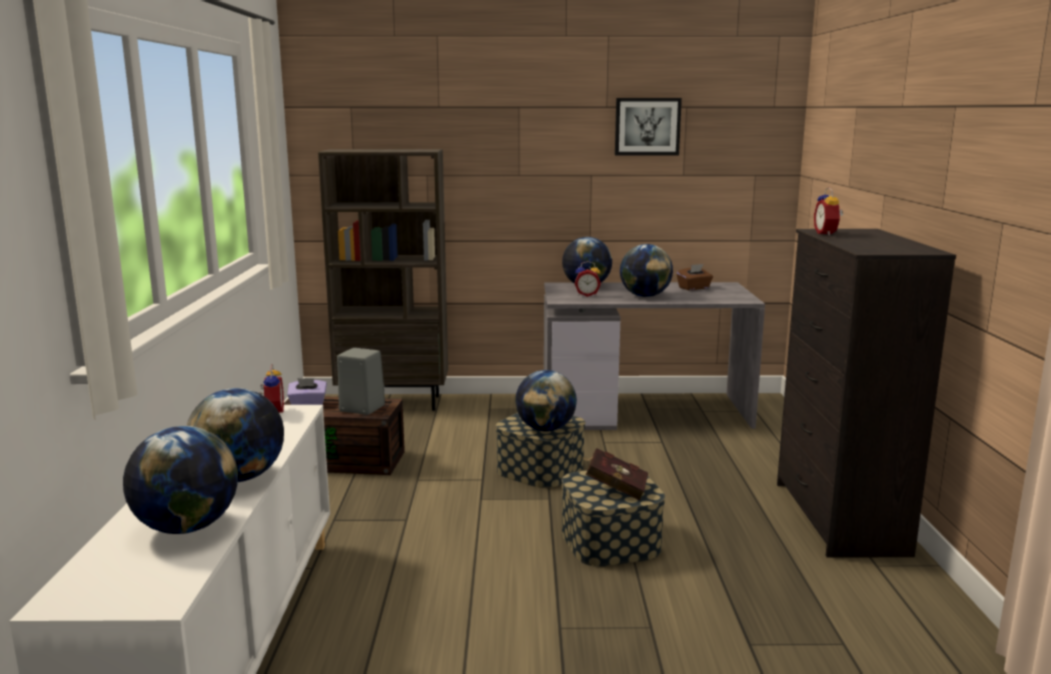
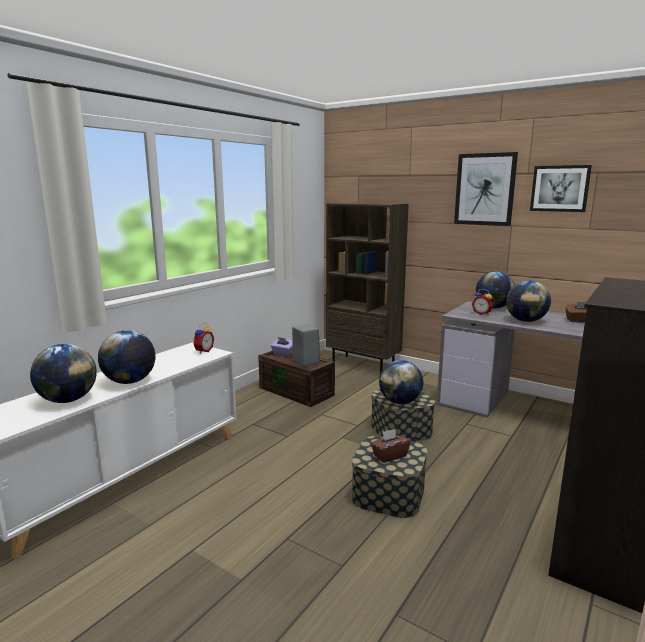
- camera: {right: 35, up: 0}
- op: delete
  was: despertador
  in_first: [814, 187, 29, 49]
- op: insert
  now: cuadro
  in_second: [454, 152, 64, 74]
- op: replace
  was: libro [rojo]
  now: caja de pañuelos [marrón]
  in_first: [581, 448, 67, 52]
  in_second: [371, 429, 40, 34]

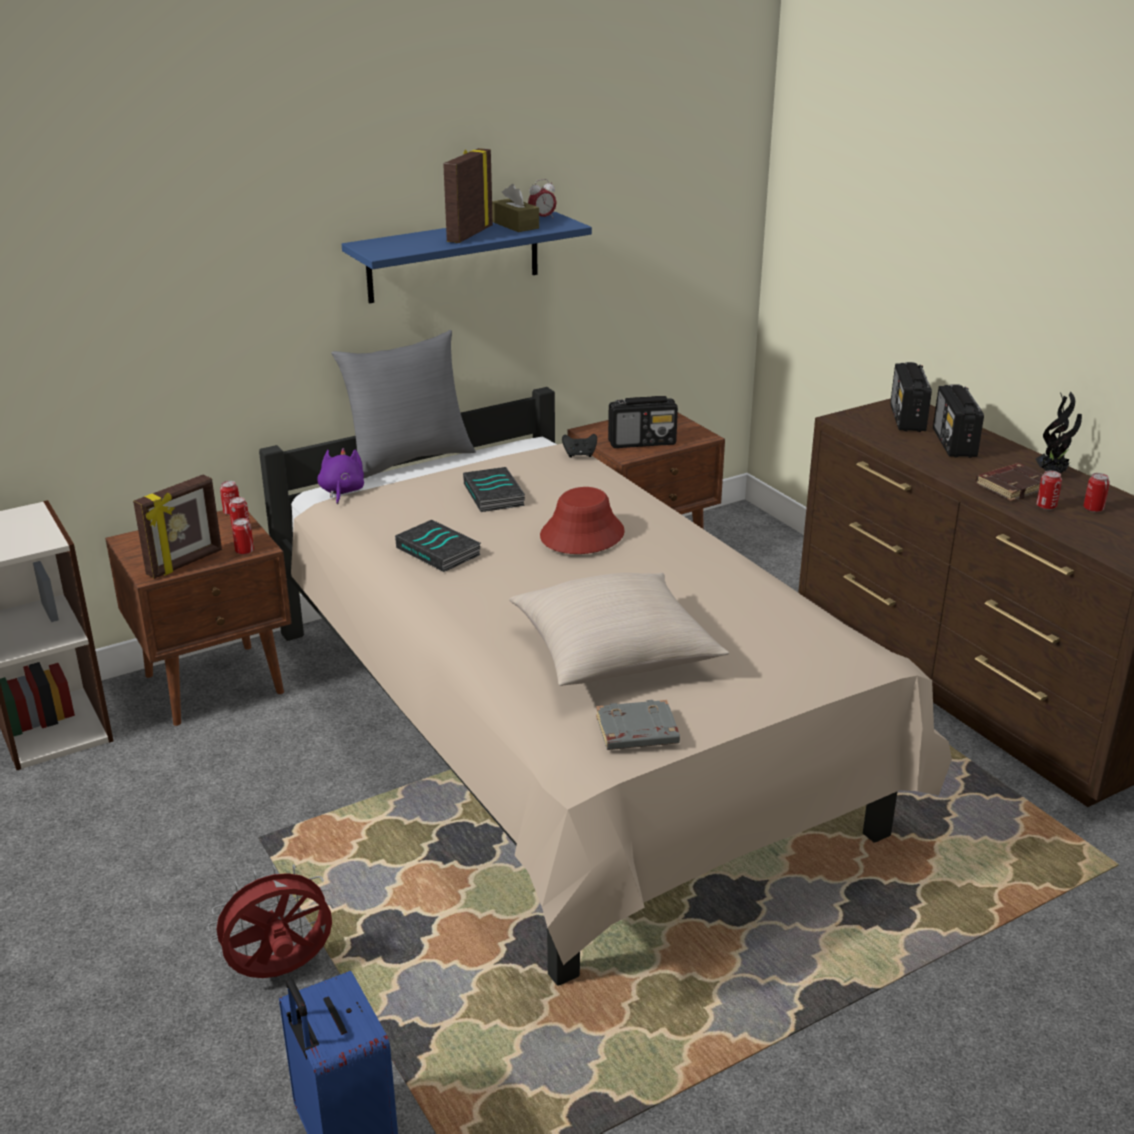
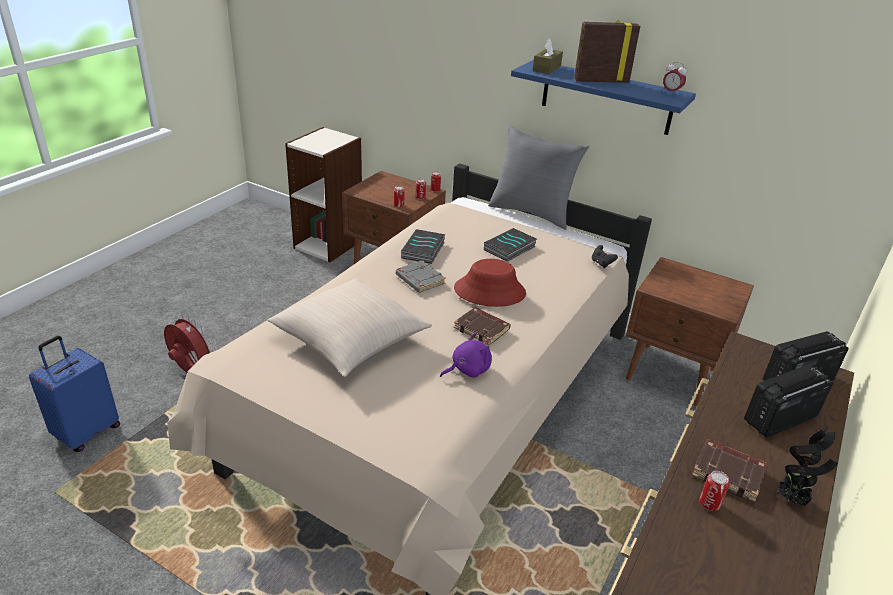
- camera: {right: 60, up: 5}
- op: delete
  was: portarretratos
  in_first: [133, 474, 89, 105]
- op: delete
  was: radio
  in_first: [608, 396, 70, 52]
- op: delete
  was: lata
  in_first: [1083, 473, 27, 39]
- op: insert
  now: libro [marrón]
  in_second: [454, 307, 57, 39]
- op: move
  was: peluche [morado]
  in_first: [317, 448, 47, 56]
  in_second: [440, 332, 52, 46]
- op: move
  was: caja de pañuelos [marrón]
  in_first: [492, 184, 47, 48]
  in_second: [532, 38, 31, 36]
- op: move
  was: libro [gris]
  in_first: [596, 700, 84, 50]
  in_second: [396, 260, 50, 33]

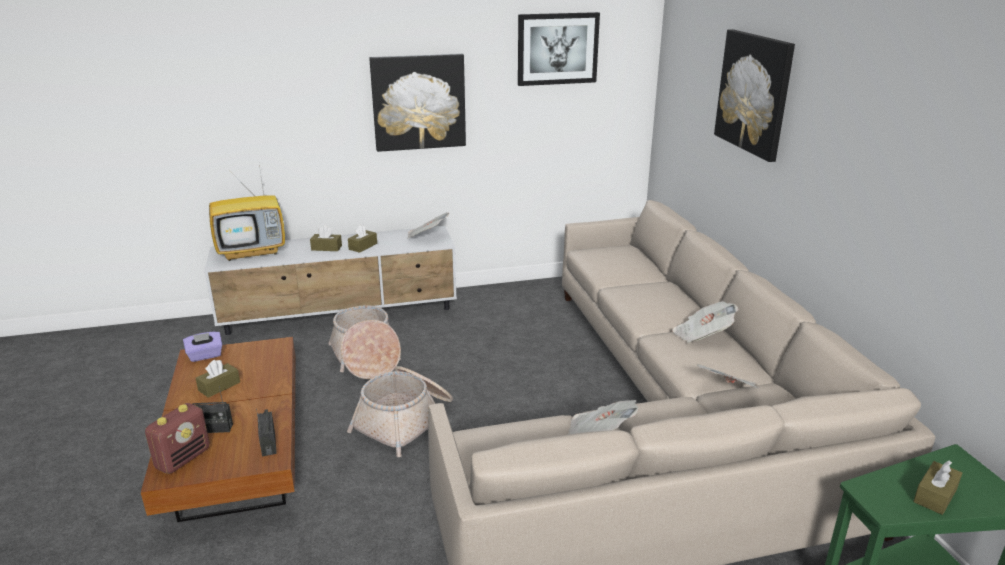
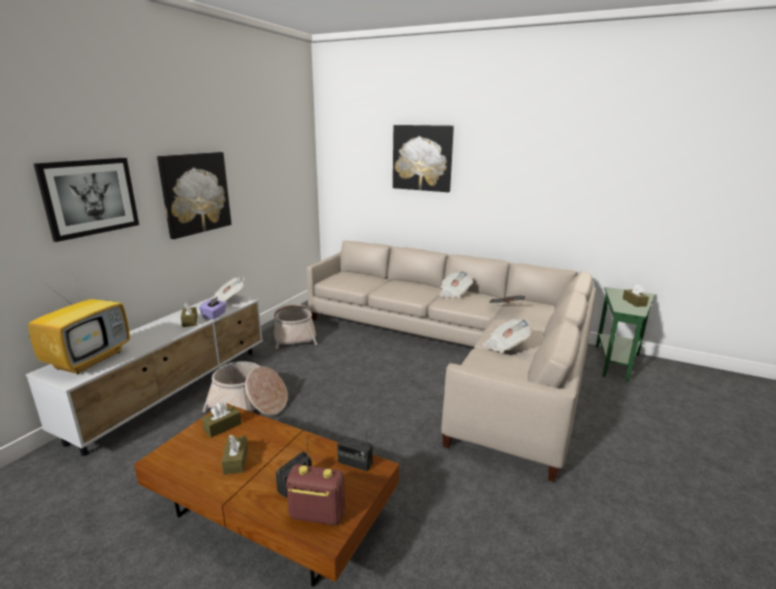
- camera: {right: -50, up: -5}
- op: move
  was: caja de pañuelos [morado]
  in_first: [183, 332, 39, 30]
  in_second: [199, 297, 28, 22]
- op: move
  was: caja de pañuelos [marrón]
  in_first: [310, 226, 32, 25]
  in_second: [201, 402, 40, 36]
- op: move
  was: cesta
  in_first: [347, 366, 106, 91]
  in_second: [274, 305, 43, 44]
- op: move
  was: cuadro
  in_first: [518, 12, 82, 74]
  in_second: [34, 158, 105, 84]
- op: rotate
  was: radio
  in_first: [145, 403, 65, 71]
  in_second: [286, 464, 59, 62]
  clockwise: -60

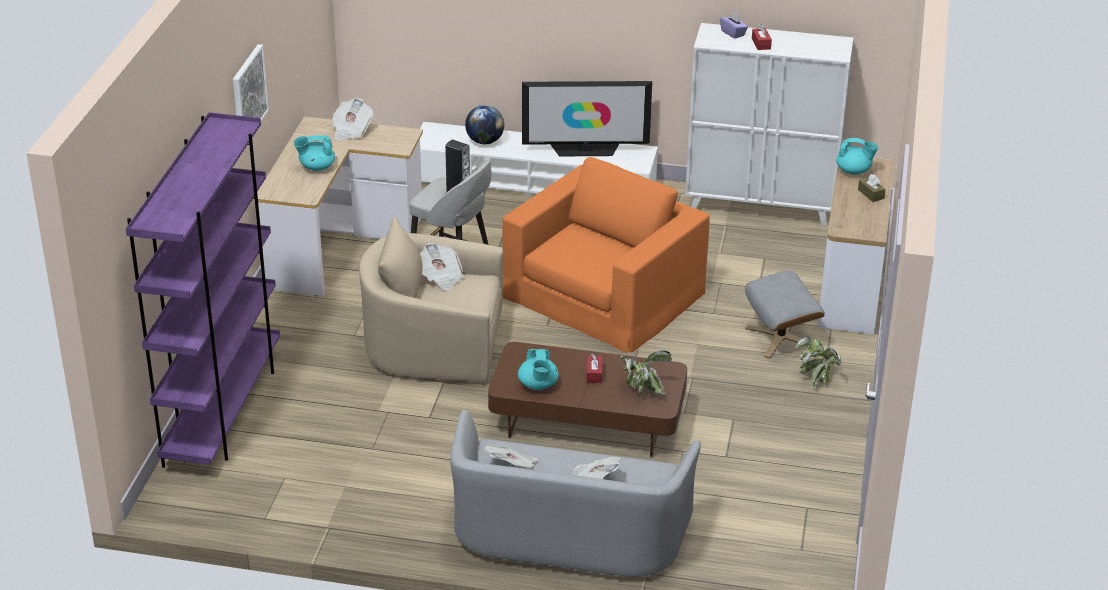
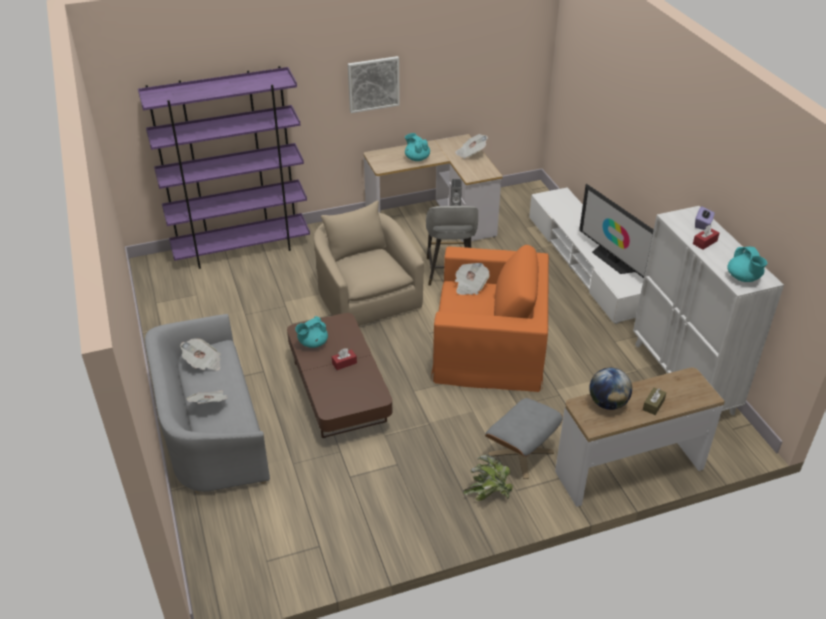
- camera: {right: 60, up: 5}
- op: delete
  was: planta en maceta
  in_first: [621, 350, 51, 47]
- op: move
  was: periódico
  in_first: [420, 243, 44, 47]
  in_second: [455, 263, 35, 32]
- op: move
  was: globo terráqueo
  in_first: [465, 105, 39, 39]
  in_second: [589, 368, 43, 42]
- op: move
  was: tetera [turquesa]
  in_first: [836, 138, 43, 37]
  in_second: [727, 247, 40, 35]

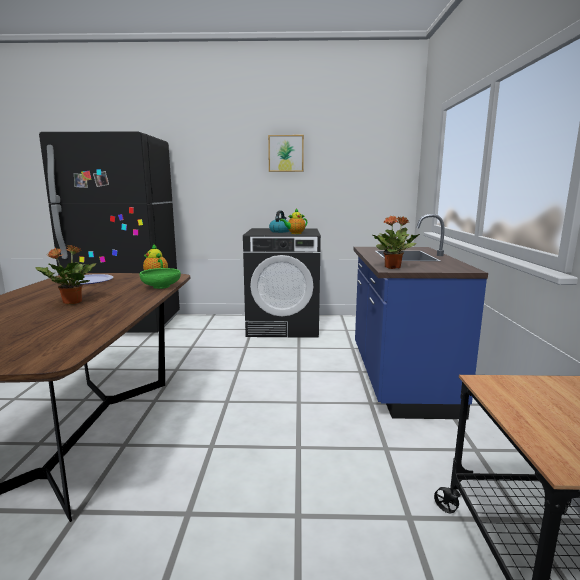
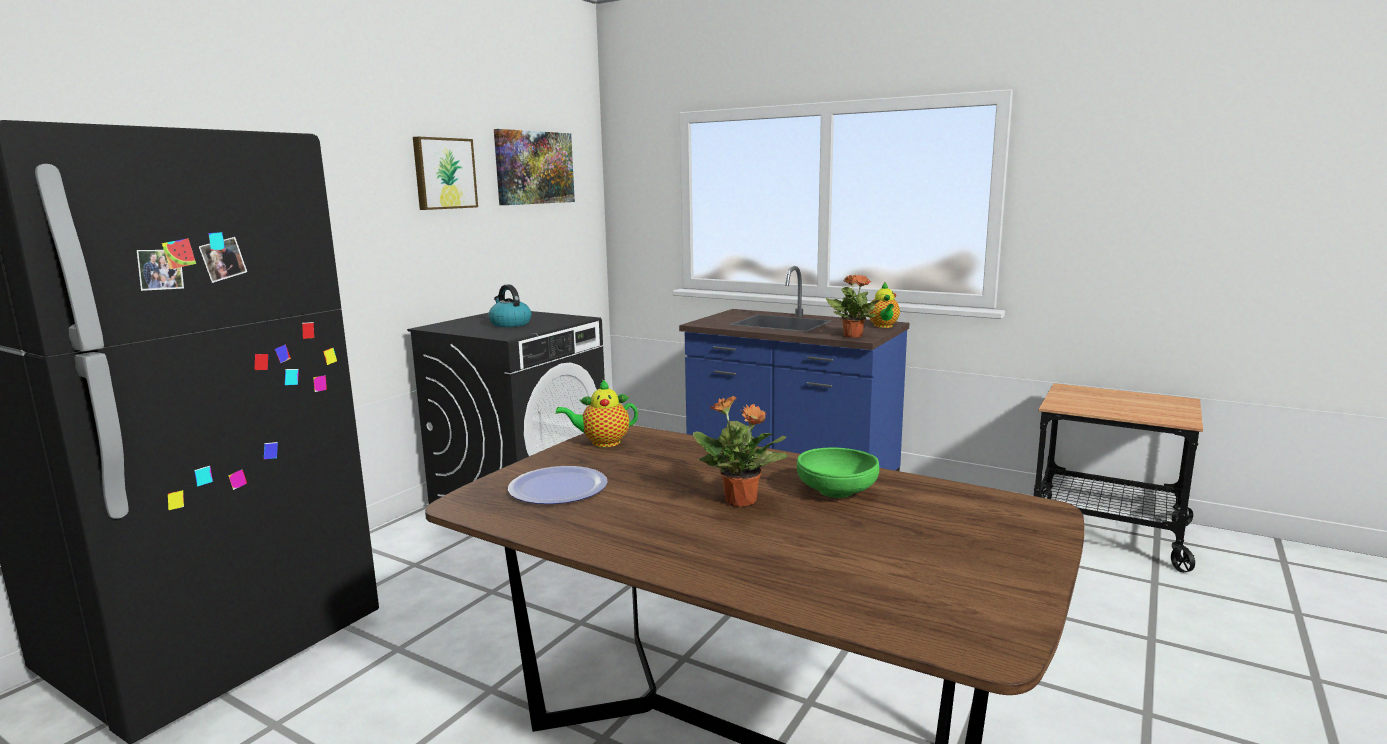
- camera: {right: -60, up: 0}
- op: insert
  now: cuadro
  in_second: [494, 129, 81, 76]
- op: move
  was: cuenco [verde]
  in_first: [140, 268, 41, 21]
  in_second: [797, 447, 82, 51]
- op: move
  was: tetera
  in_first: [280, 208, 27, 26]
  in_second: [868, 282, 32, 46]

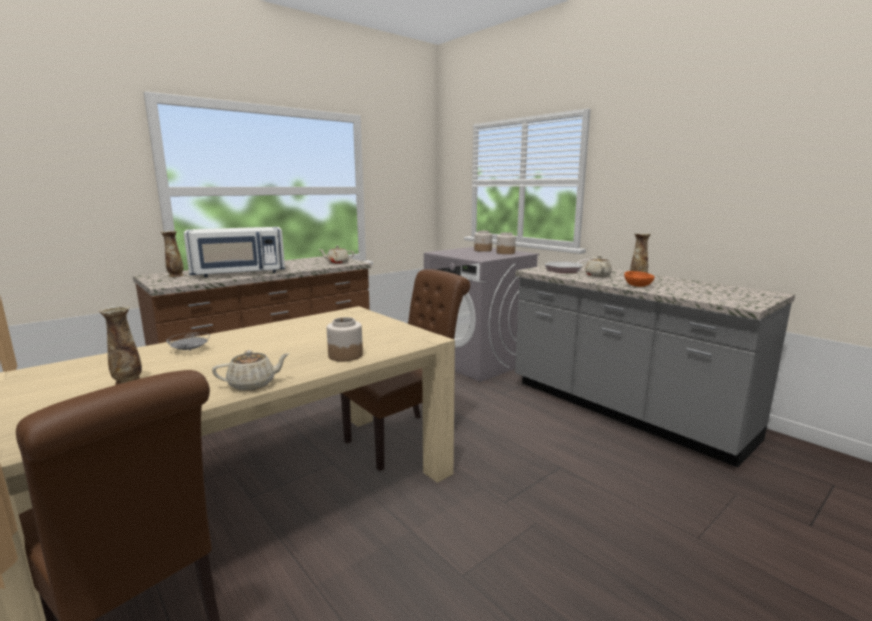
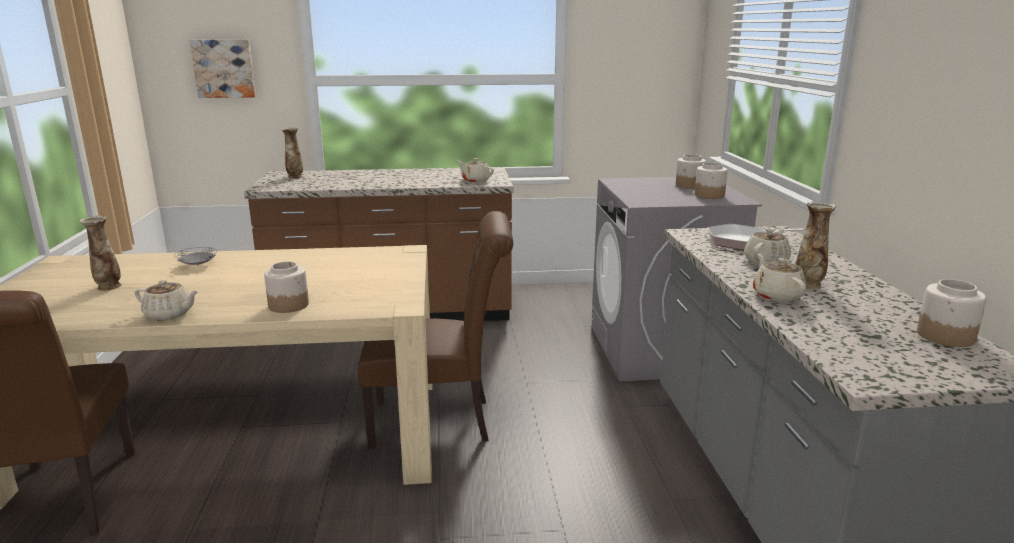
- camera: {right: 35, up: 5}
- op: delete
  was: microondas [blanco]
  in_first: [184, 227, 101, 50]
- op: insert
  now: cuadro
  in_second: [190, 40, 66, 58]
- op: insert
  now: tarro
  in_second: [917, 279, 70, 68]
- op: replace
  was: cuenco [naranja]
  now: tetera [beis]
  in_first: [624, 271, 31, 16]
  in_second: [753, 254, 53, 48]

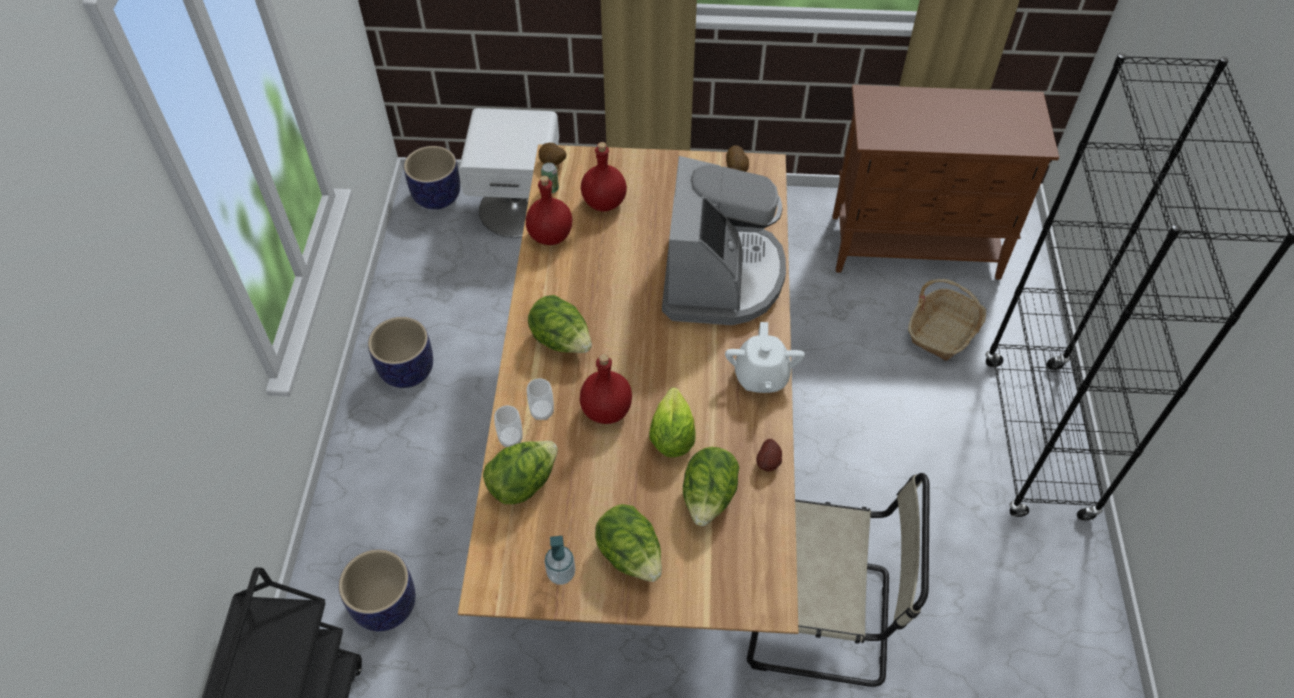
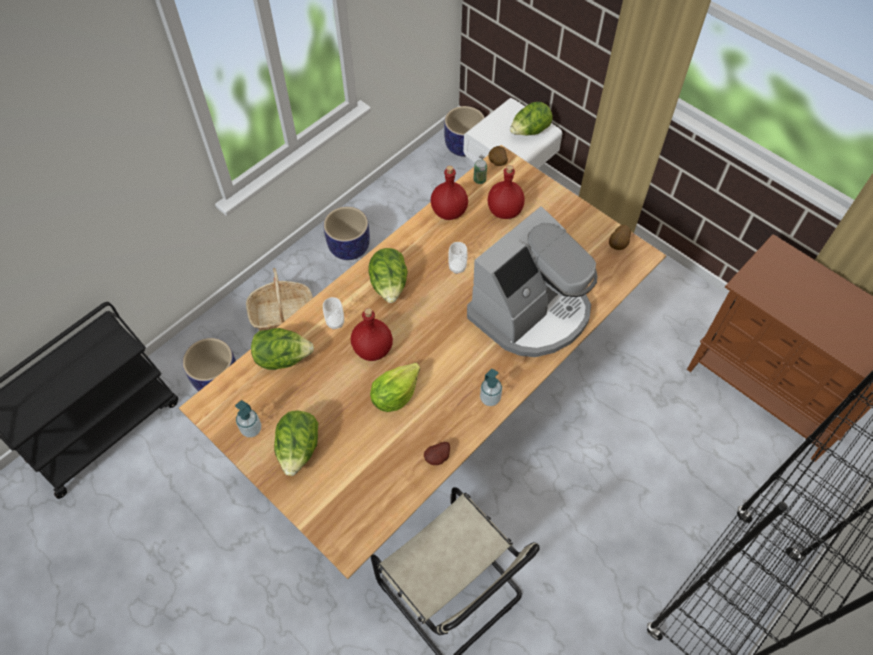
- camera: {right: 40, up: 5}
- op: move
  was: taza
  in_first: [494, 405, 29, 42]
  in_second: [448, 242, 19, 32]
- op: move
  was: lechuga
  in_first: [683, 447, 56, 79]
  in_second: [510, 102, 42, 33]
- op: move
  was: cesta
  in_first: [908, 279, 78, 82]
  in_second: [246, 268, 67, 63]
- op: replace
  was: tetera [blanco]
  now: dispensador de jabón
  in_first: [725, 322, 80, 71]
  in_second: [480, 369, 22, 37]

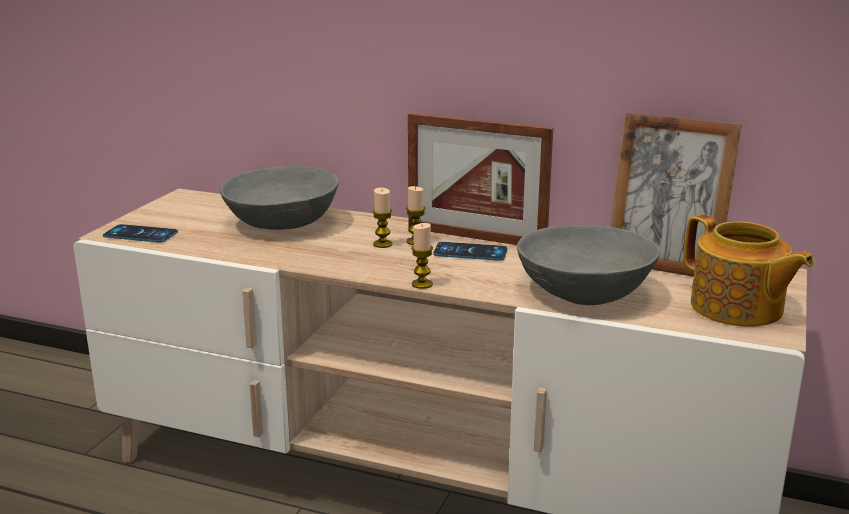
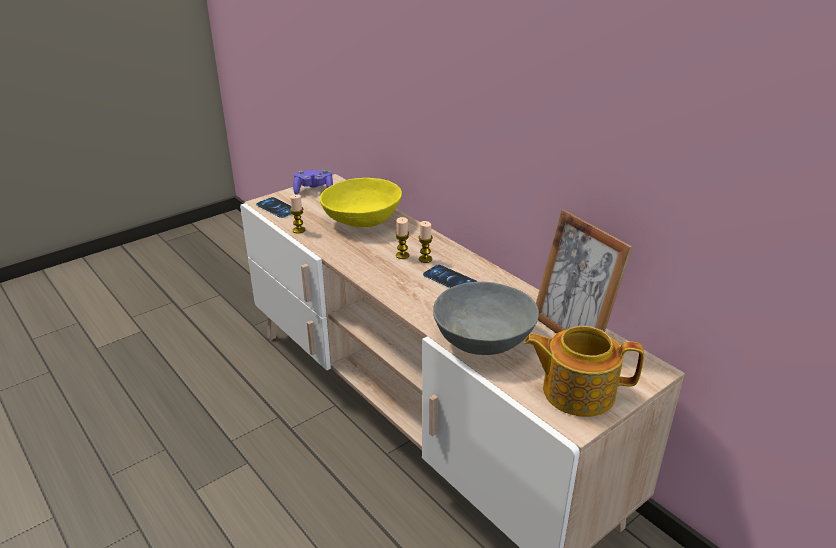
- camera: {right: 30, up: 10}
- op: delete
  was: portarretratos
  in_first: [408, 113, 145, 132]
- op: insert
  now: mando de consola [morado]
  in_second: [293, 170, 40, 25]
- op: move
  was: vela
  in_first: [411, 223, 22, 66]
  in_second: [290, 195, 15, 38]
- op: recolor
  was: cuenco [gris]
  now: cuenco [amarillo]
  in_first: [220, 166, 119, 64]
  in_second: [320, 178, 82, 49]
- op: rotate
  was: tetera
  in_first: [684, 214, 131, 113]
  in_second: [524, 326, 120, 91]
  clockwise: 105

